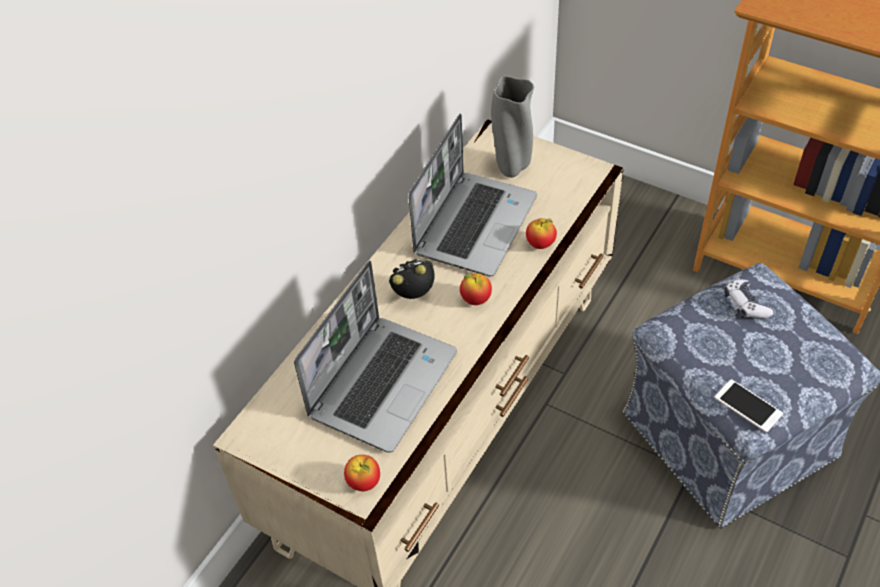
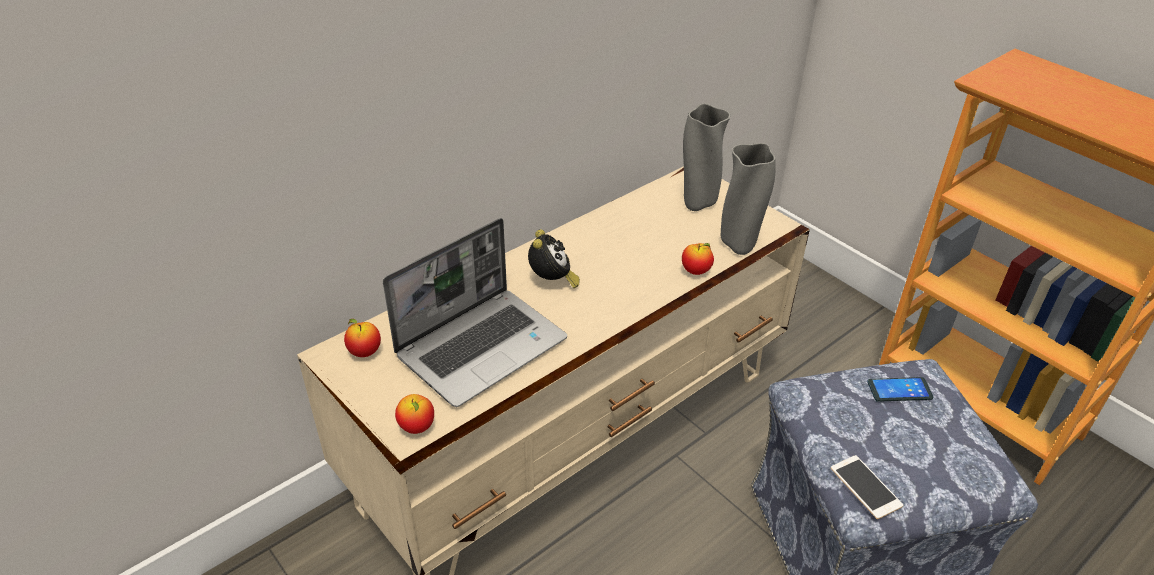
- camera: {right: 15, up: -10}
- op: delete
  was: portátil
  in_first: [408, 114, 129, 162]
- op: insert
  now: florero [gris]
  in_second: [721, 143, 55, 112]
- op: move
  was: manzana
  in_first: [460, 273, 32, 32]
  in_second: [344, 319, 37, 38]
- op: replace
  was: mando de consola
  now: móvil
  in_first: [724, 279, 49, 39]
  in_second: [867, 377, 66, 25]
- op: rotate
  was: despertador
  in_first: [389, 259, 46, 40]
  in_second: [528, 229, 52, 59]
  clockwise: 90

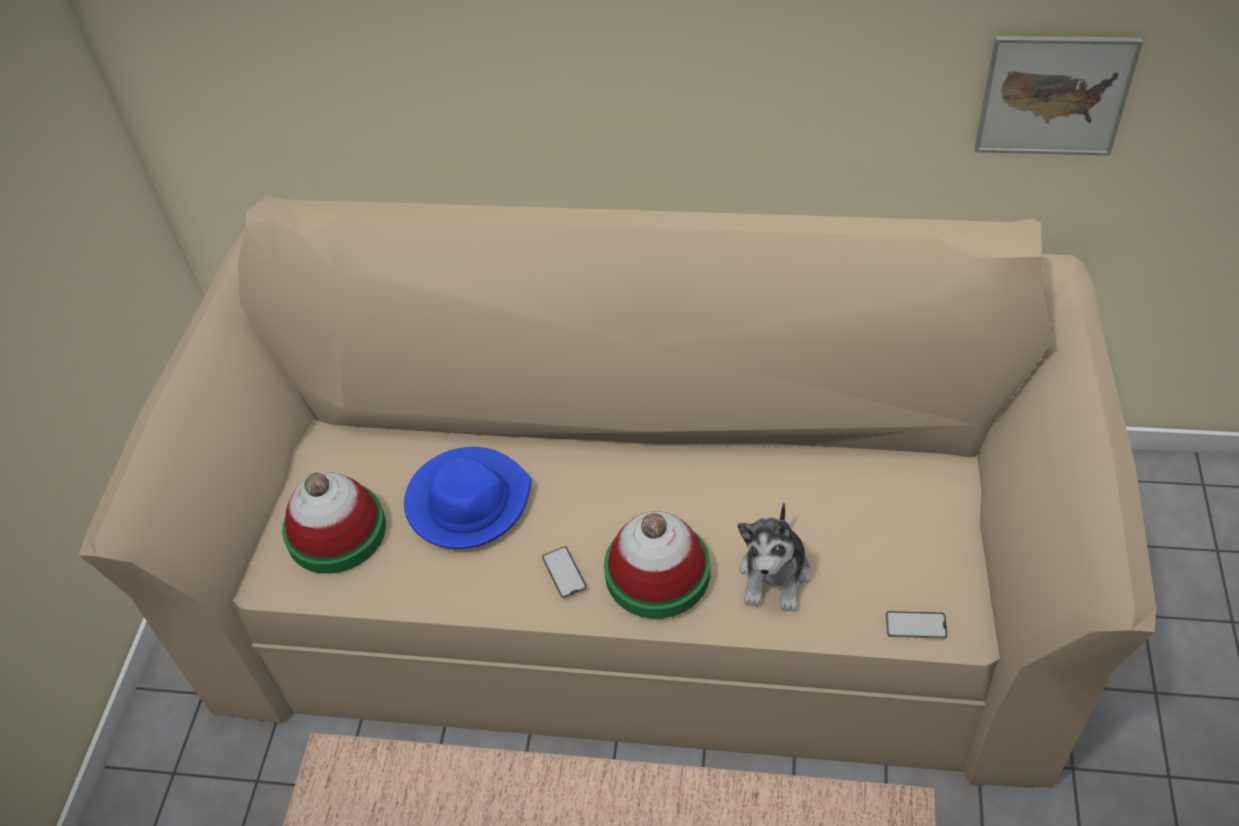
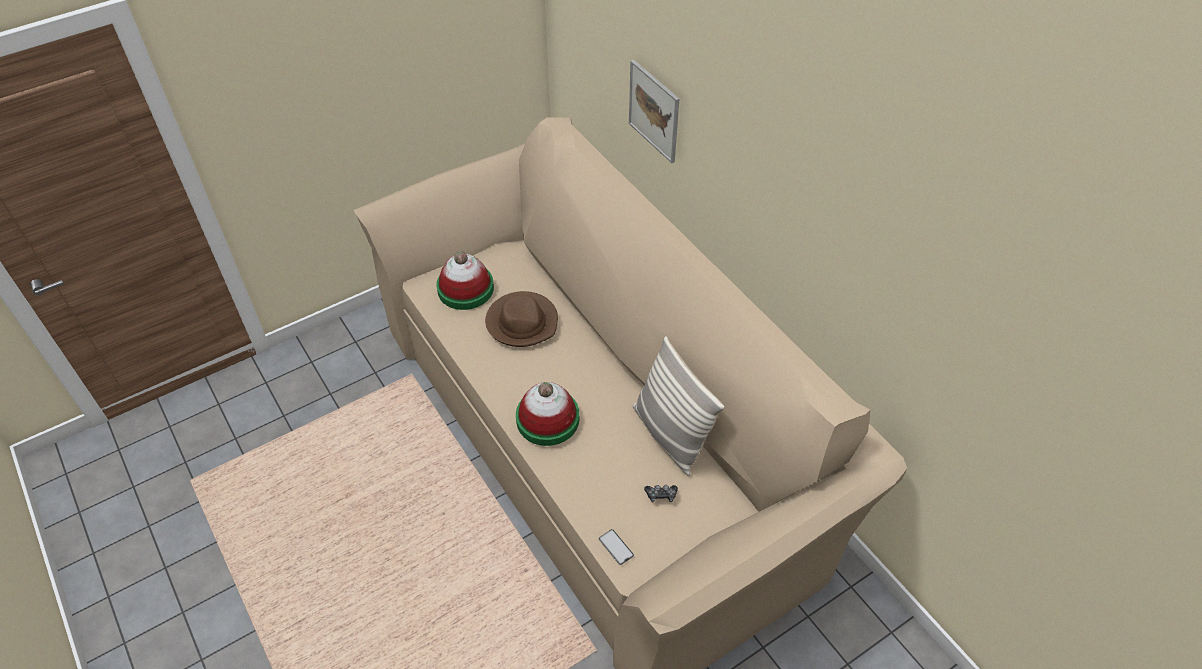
- camera: {right: 45, up: 0}
- op: delete
  was: móvil
  in_first: [542, 546, 45, 52]
- op: delete
  was: peluche
  in_first: [738, 502, 73, 110]
- op: insert
  now: cojín
  in_second: [633, 336, 92, 140]
- op: insert
  now: mando de consola
  in_second: [644, 485, 34, 17]
- op: move
  was: cuadro
  in_first: [975, 36, 168, 119]
  in_second: [629, 59, 50, 104]
- op: recolor
  was: sombrero [azul]
  now: sombrero [marrón]
  in_first: [404, 447, 128, 102]
  in_second: [485, 291, 73, 56]

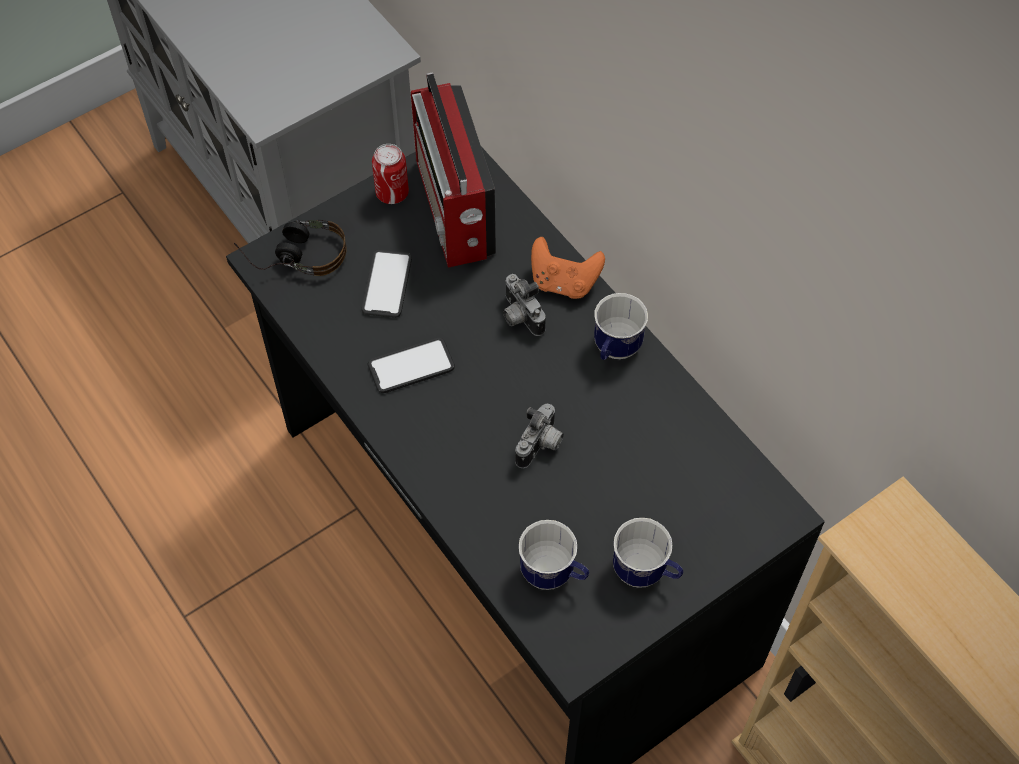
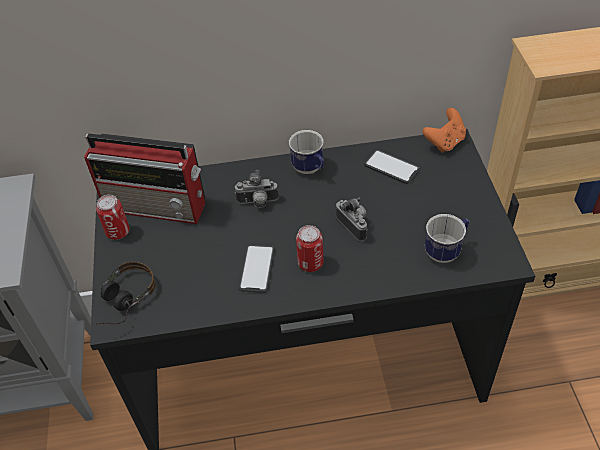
- camera: {right: -60, up: -10}
- op: delete
  was: taza grande
  in_first: [613, 518, 70, 70]
- op: insert
  now: lata
  in_second: [296, 225, 28, 47]
- op: move
  was: móvil
  in_first: [362, 249, 50, 69]
  in_second: [364, 149, 56, 35]
- op: move
  was: mando de consola [naranja]
  in_first: [531, 237, 74, 62]
  in_second: [422, 108, 44, 45]

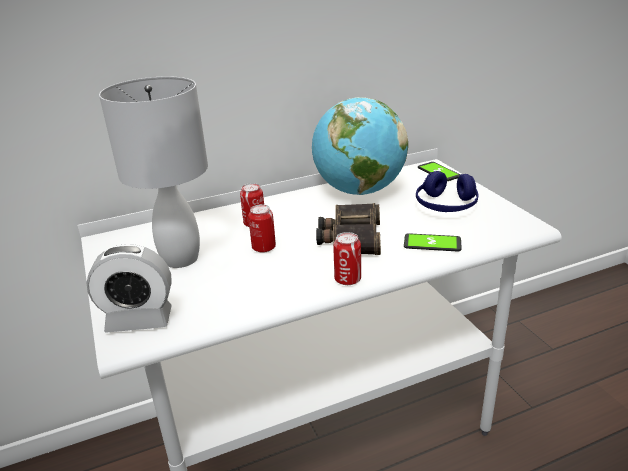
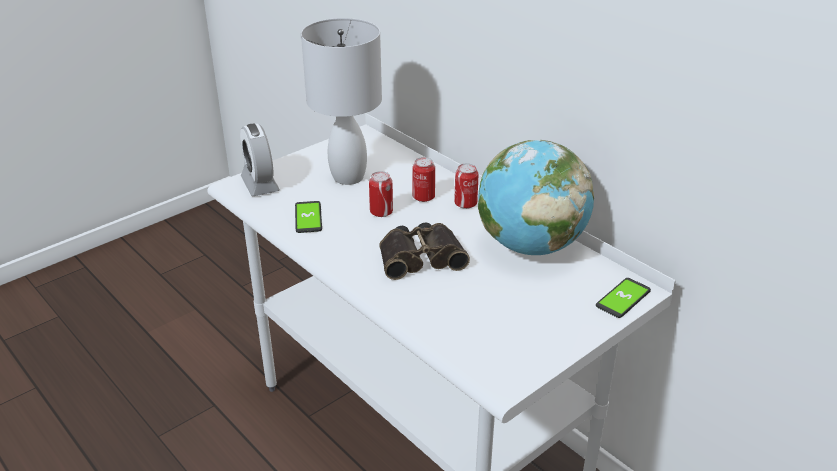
- camera: {right: 70, up: 5}
- op: delete
  was: auriculares [azul]
  in_first: [416, 171, 62, 41]
- op: move
  was: lata
  in_first: [333, 232, 28, 53]
  in_second: [454, 163, 24, 46]
- op: move
  was: móvil
  in_first: [404, 233, 58, 19]
  in_second: [295, 201, 27, 32]

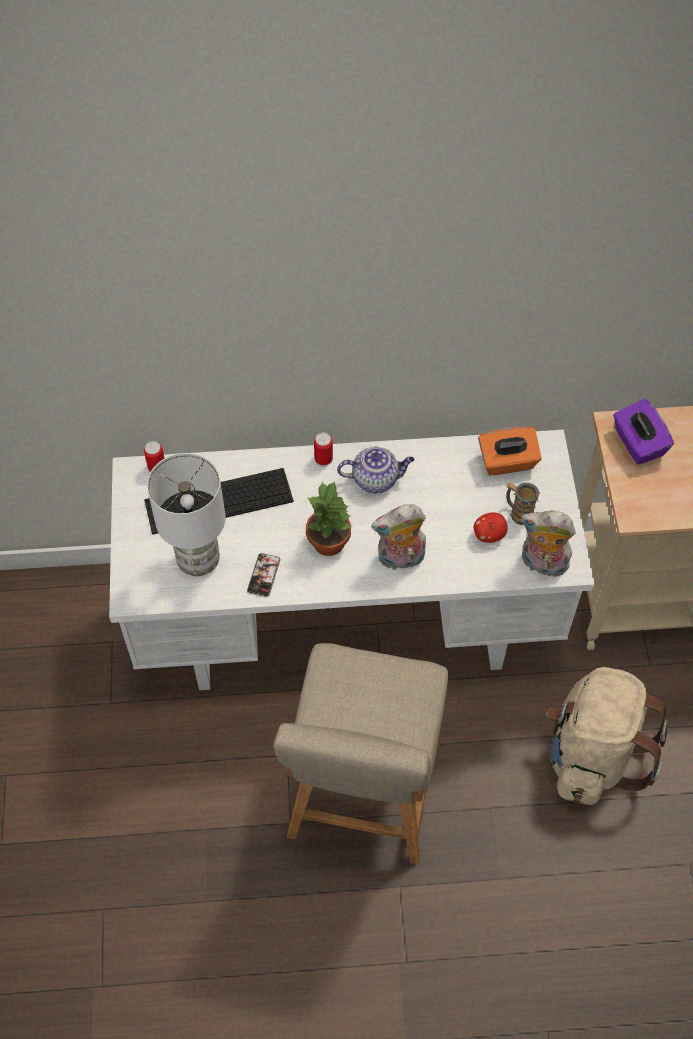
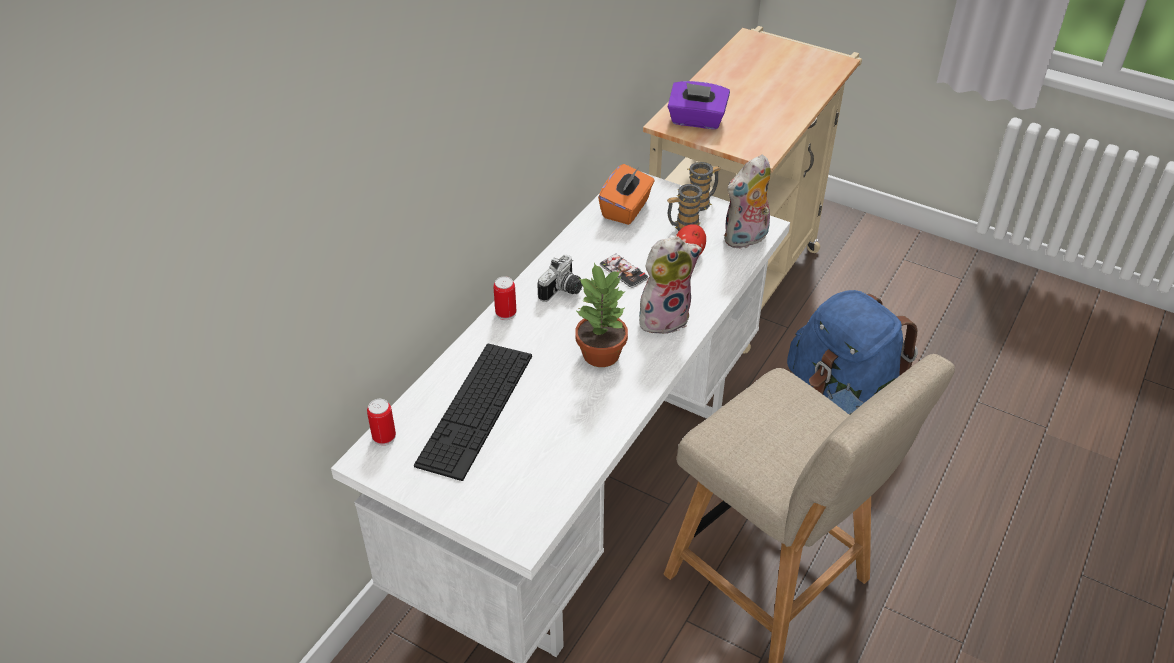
- camera: {right: -55, up: -15}
- op: delete
  was: lámpara de mesa [blanco]
  in_first: [147, 453, 79, 123]
- op: insert
  now: taza grande
  in_second: [688, 162, 33, 49]
- op: move
  was: móvil
  in_first: [247, 553, 34, 44]
  in_second: [600, 253, 48, 35]
- op: replace
  was: tetera
  now: cámara
  in_first: [337, 447, 78, 46]
  in_second: [537, 255, 46, 47]
- op: recolor
  was: mochila [beis]
  now: mochila [azul]
  in_first: [547, 667, 121, 138]
  in_second: [787, 290, 131, 125]
- op: rotate
  was: peluche
  in_first: [371, 504, 55, 66]
  in_second: [639, 236, 63, 98]
  clockwise: -135

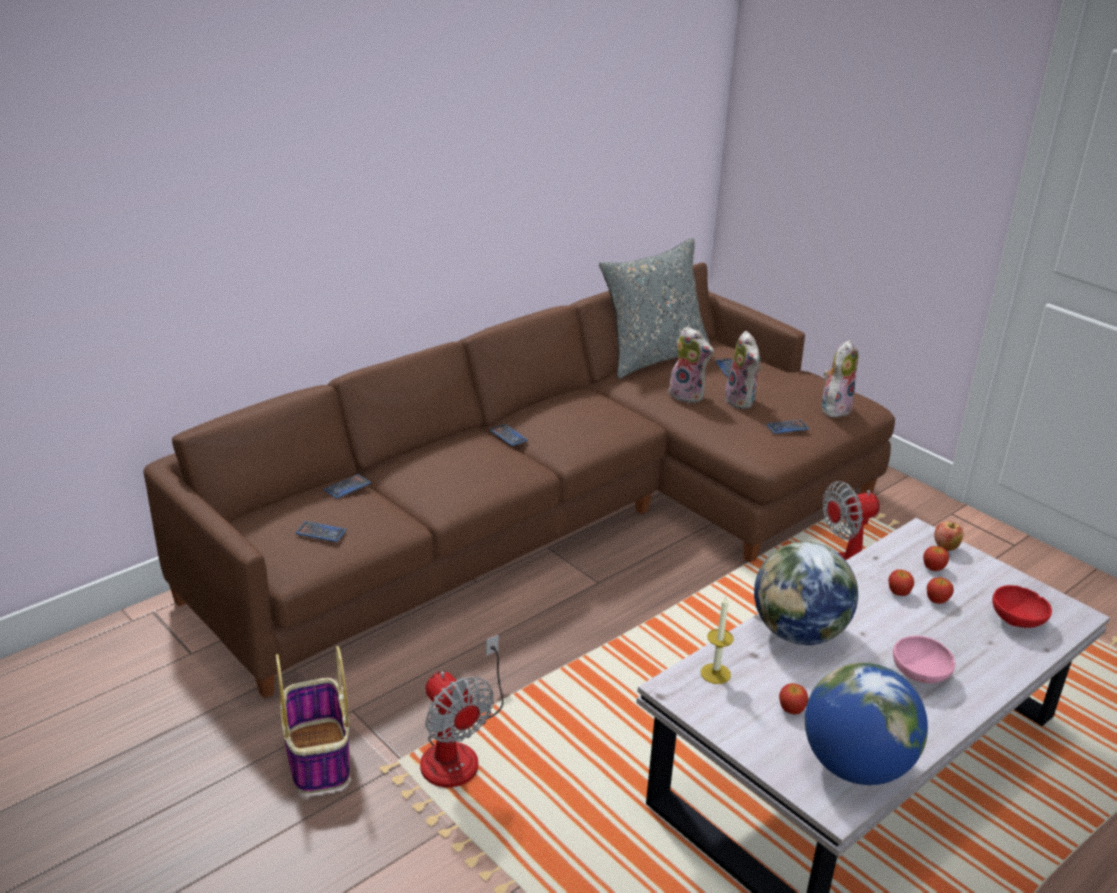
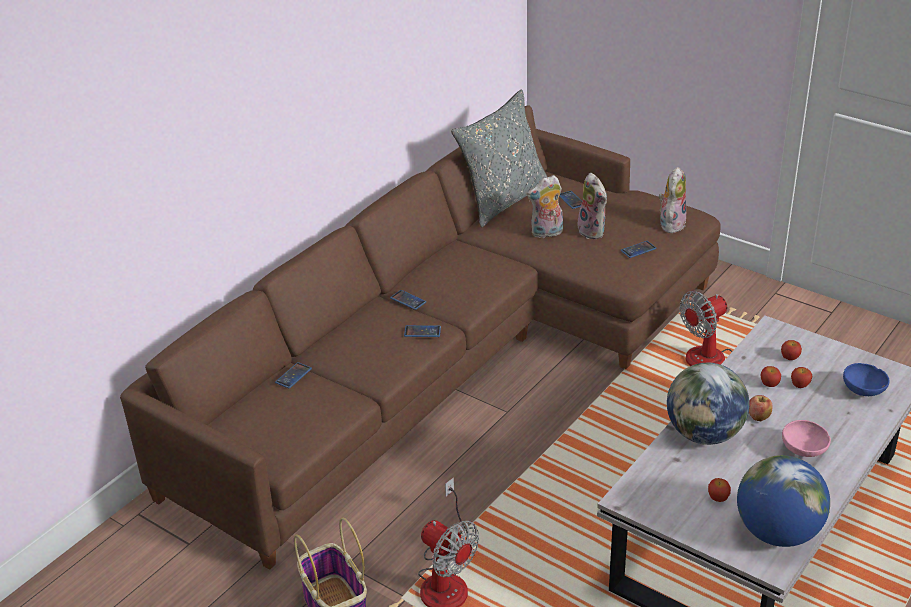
- camera: {right: -10, up: 5}
- op: delete
  was: vela
  in_first: [701, 596, 33, 88]
- op: move
  was: móvil
  in_first: [296, 521, 50, 21]
  in_second: [404, 325, 37, 12]
- op: move
  was: manzana
  in_first: [934, 521, 30, 30]
  in_second: [749, 395, 23, 26]
- op: recolor
  was: cuenco [rojo]
  now: cuenco [azul]
  in_first: [992, 585, 60, 43]
  in_second: [843, 363, 47, 33]
- op: rotate
  was: peluche
  in_first: [668, 326, 46, 78]
  in_second: [527, 175, 36, 63]
  clockwise: 135

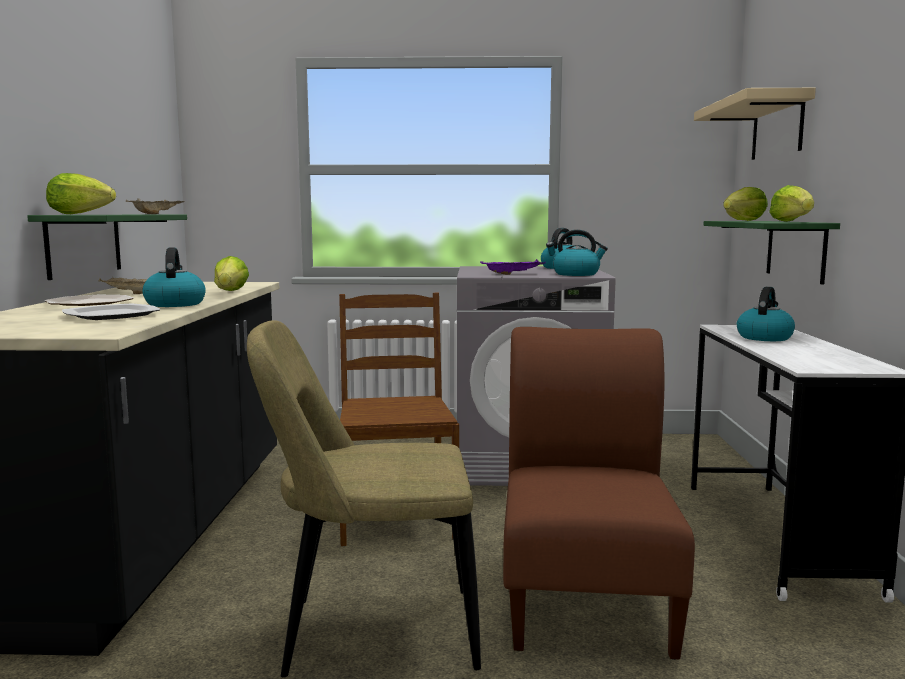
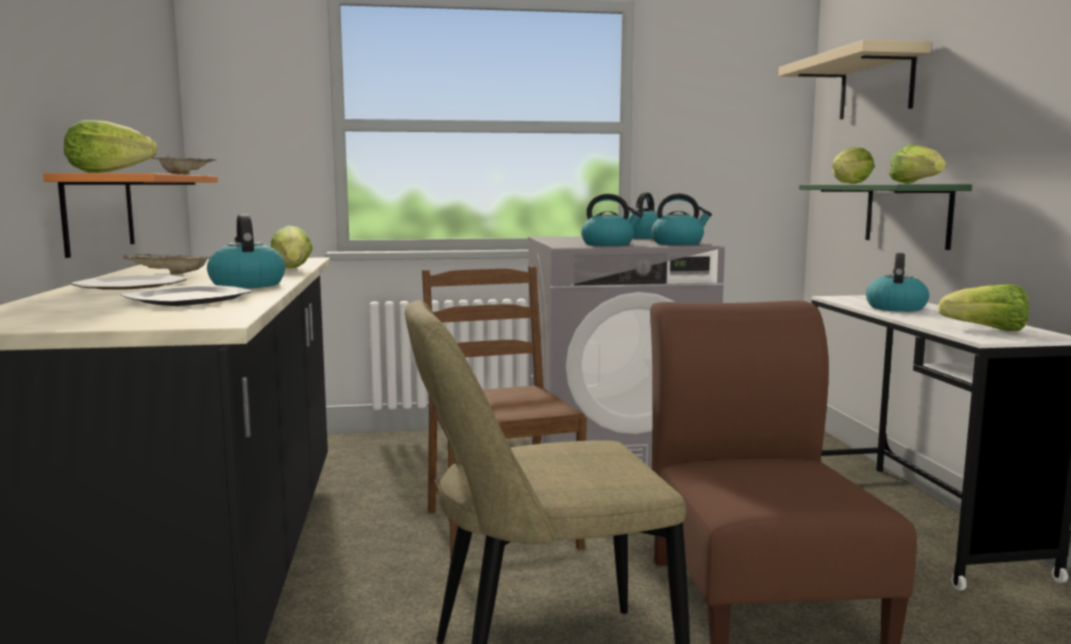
- camera: {right: -10, up: 0}
- op: insert
  now: lechuga
  in_second: [938, 284, 91, 47]
- op: replace
  was: bandeja [morado]
  now: hervidor
  in_first: [480, 259, 66, 16]
  in_second: [581, 194, 61, 52]
- op: recolor
  was: estante [verde]
  now: estante [naranja]
  in_first: [27, 215, 160, 65]
  in_second: [43, 173, 175, 85]

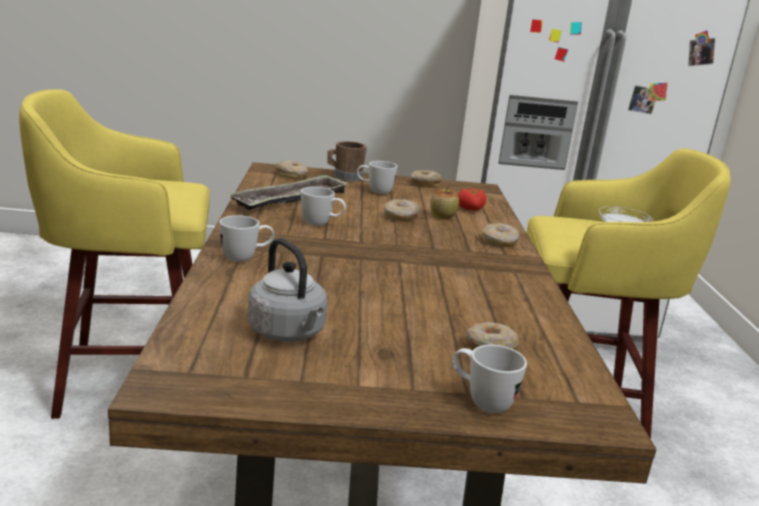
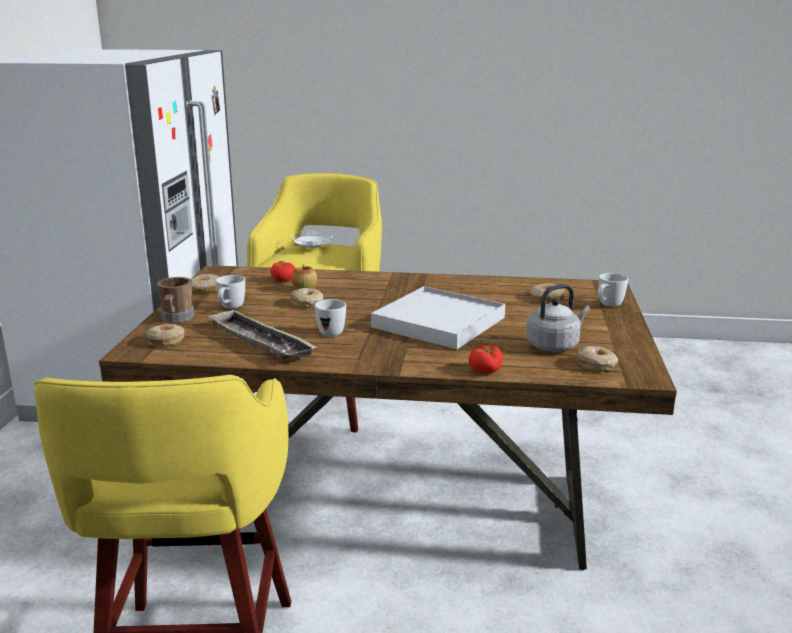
- camera: {right: -80, up: 0}
- op: delete
  was: taza grande [blanco]
  in_first: [219, 215, 55, 47]
- op: insert
  now: bandeja [blanco]
  in_second: [371, 286, 134, 63]
- op: insert
  now: tomate
  in_second: [469, 346, 34, 27]
- op: move
  was: rosquilla
  in_first: [482, 223, 38, 24]
  in_second: [576, 346, 42, 26]

